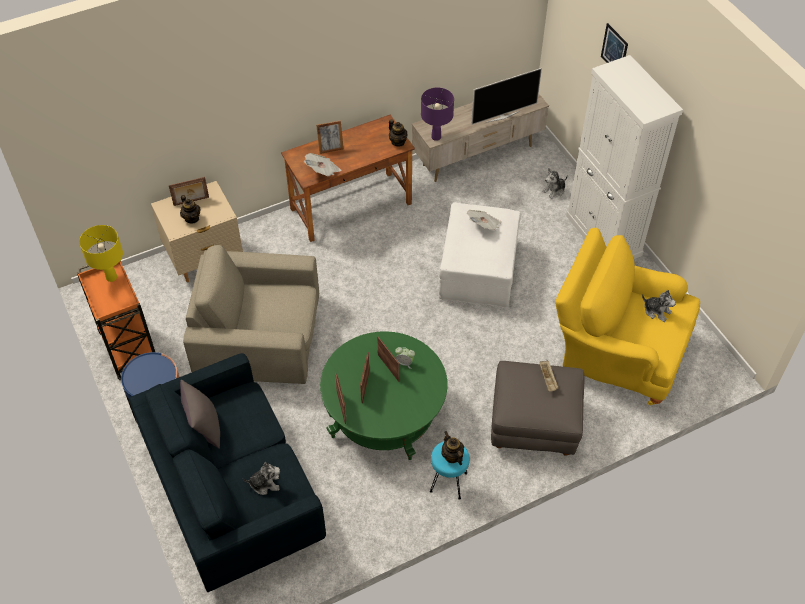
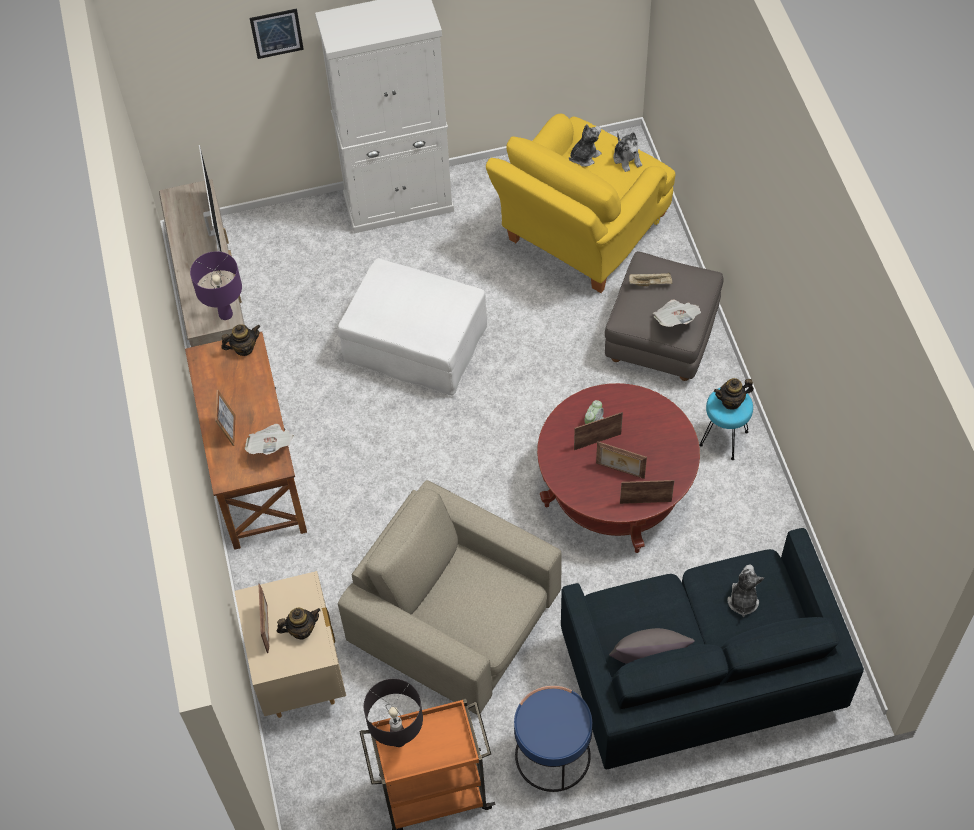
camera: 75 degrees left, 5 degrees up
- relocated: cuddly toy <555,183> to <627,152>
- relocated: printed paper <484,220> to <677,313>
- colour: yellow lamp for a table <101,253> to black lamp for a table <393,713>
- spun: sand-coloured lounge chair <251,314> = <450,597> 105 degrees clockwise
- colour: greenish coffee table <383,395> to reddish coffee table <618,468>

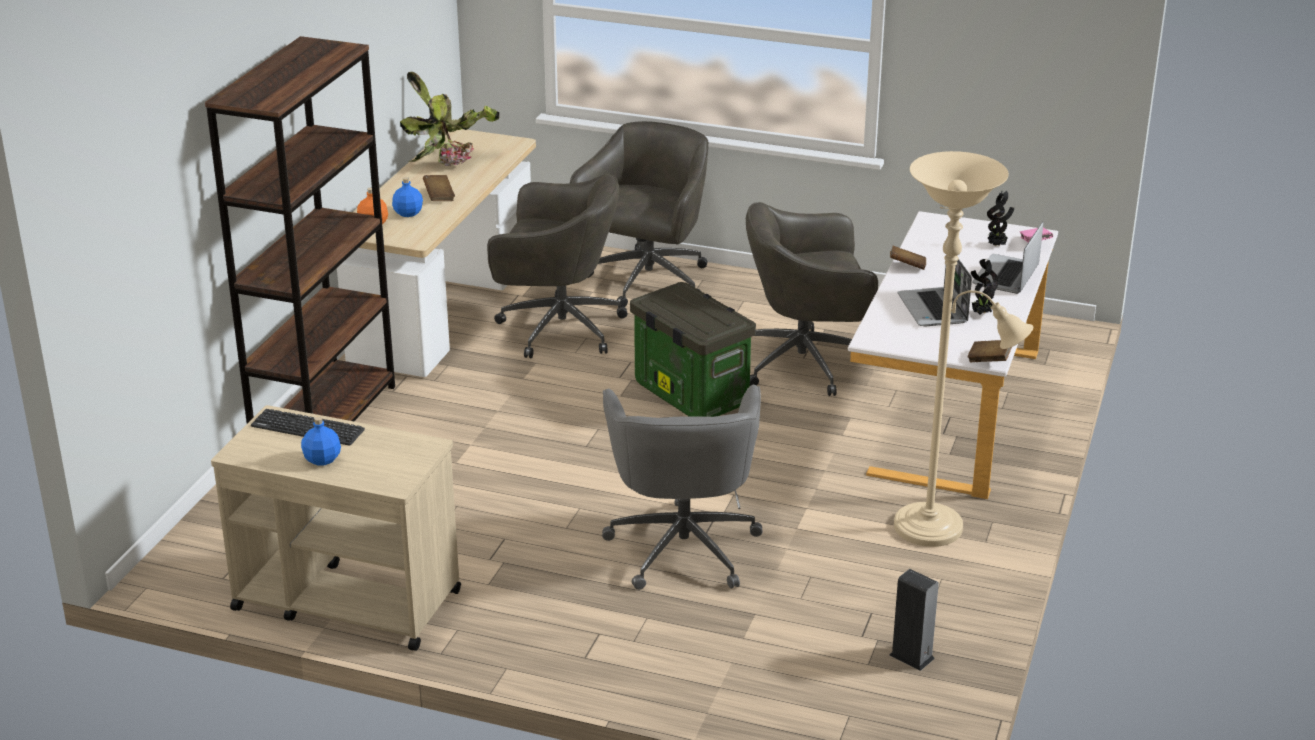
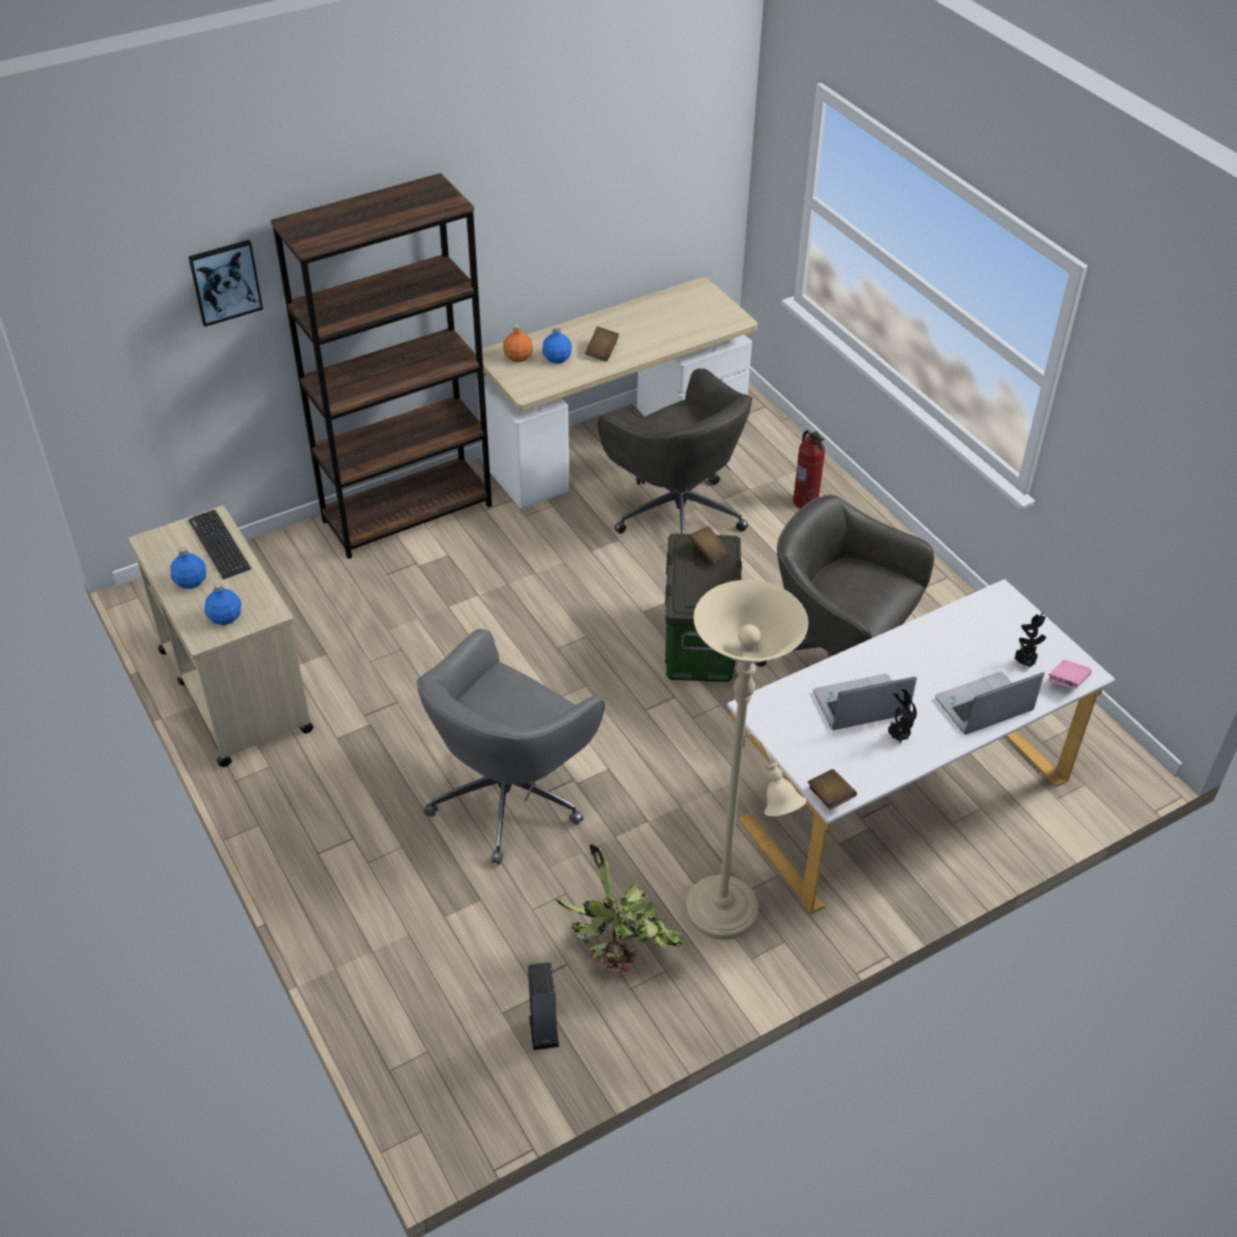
camera: 40 degrees right, 15 degrees up
- relocated: potted plant <449,119> to <619,908>
- exchanged: greyish desk chair <639,214> to fire extinguisher <809,469>
- relocated: brown volume <908,258> to <709,544>
- spun: laptop <934,293> = <865,702> 45 degrees clockwise
- appeared: picture <225,283>
- appeared: blue beverage bottle <222,604>

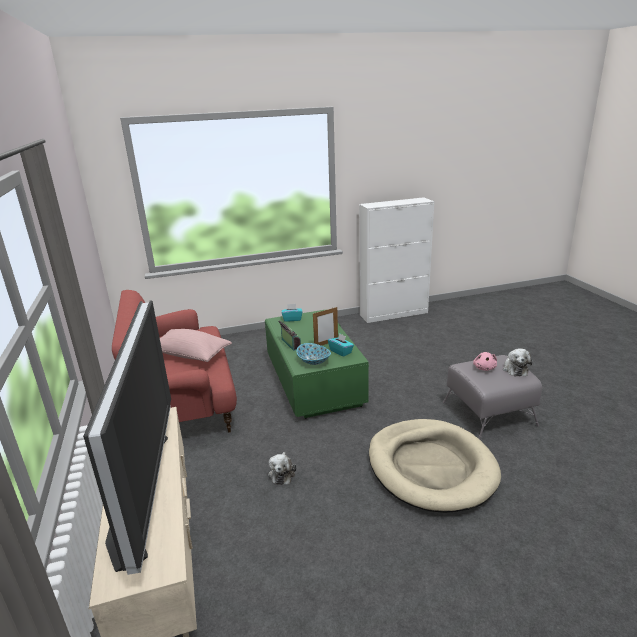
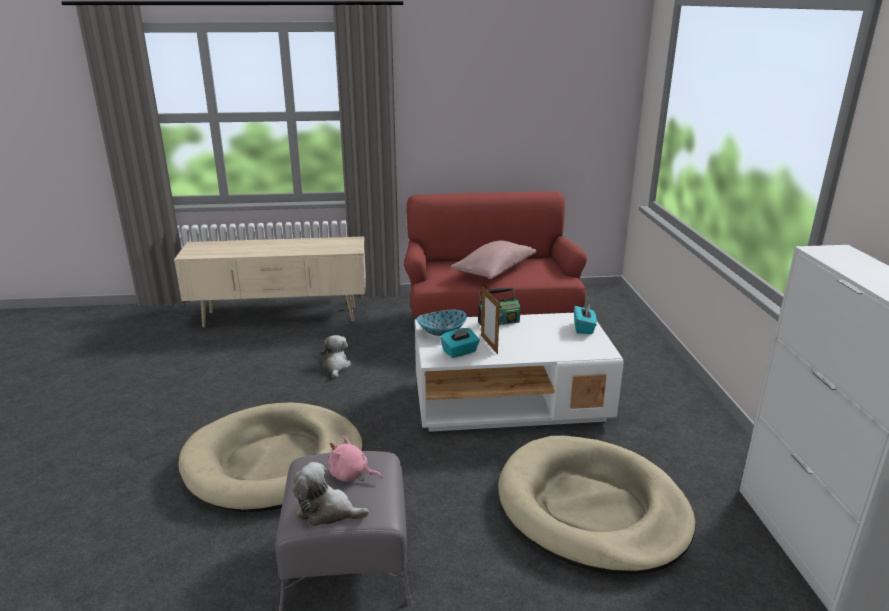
camera: 100 degrees right, 0 degrees up
- missing: TV set <127,437>
- colour: greenish coffee table <317,364> to whitish coffee table <519,373>
- spun: cuddly toy <282,468> = <335,356> 75 degrees clockwise
- appeared: sand-coloured dog bed <597,505>

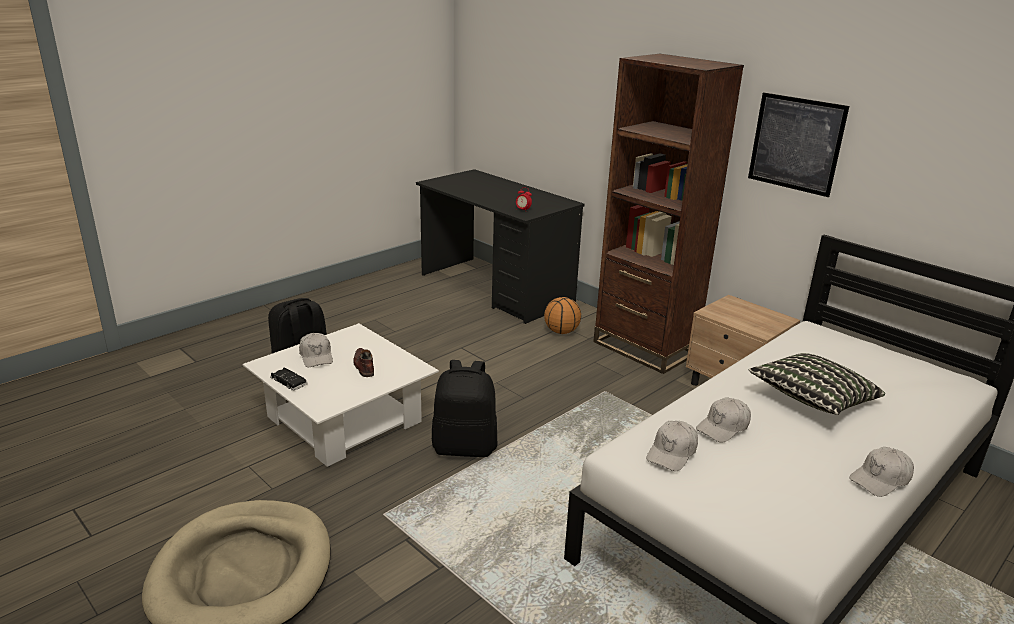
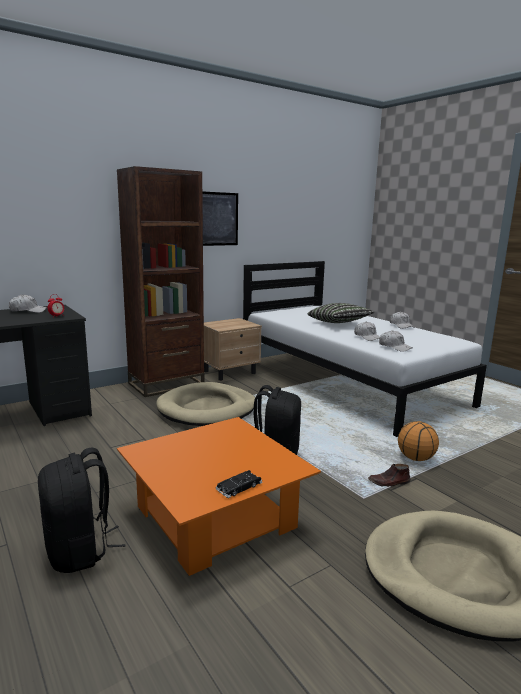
camera: 80 degrees left, 10 degrees down
- relocated: basketball ball <562,315> to <418,441>
- colour: whitish coffee table <341,395> to orangey coffee table <219,496>
- relocated: whitish baseball cap <316,350> to <28,303>
- relocated: brown item of footwear <363,362> to <389,475>
- appeared: sand-coloured dog bed <205,404>

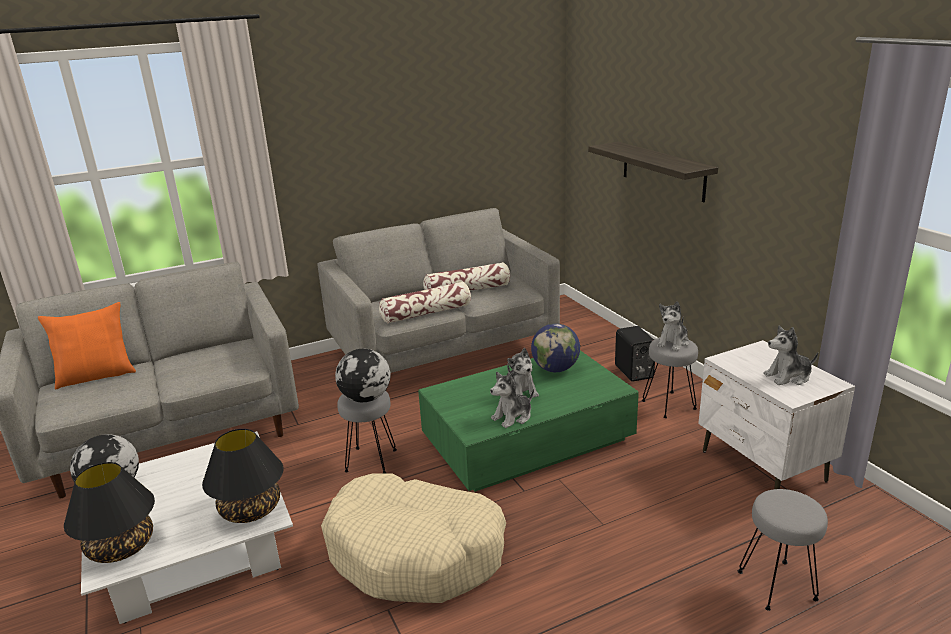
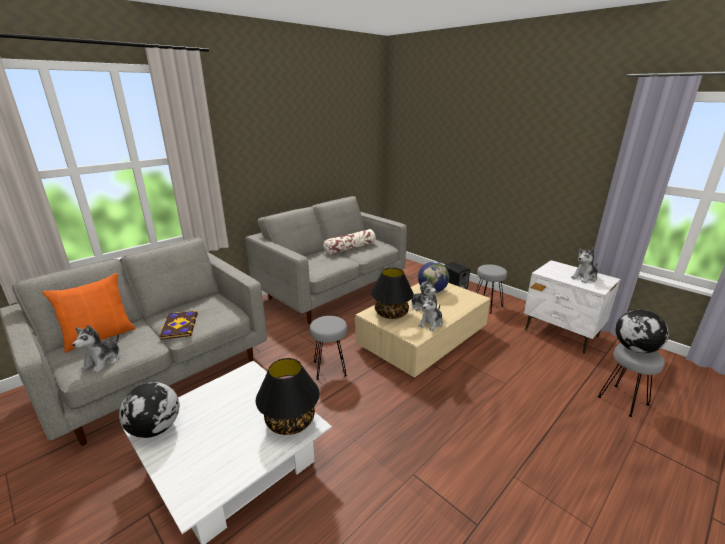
camera: 20 degrees left, 0 degrees up
- missing: shelf <653,172>
- missing: throw pillow <425,302>
- relocated: cuddly toy <673,326> to <96,349>
- relocated: desk globe <362,375> to <642,331>
- colour: greenish coffee table <528,421> to sand-coloured coffee table <422,330>
- relocated: black lamp for a table <109,512> to <392,293>
- missing: sand-coloured dog bed <413,538>
- appeared: volume <178,325>

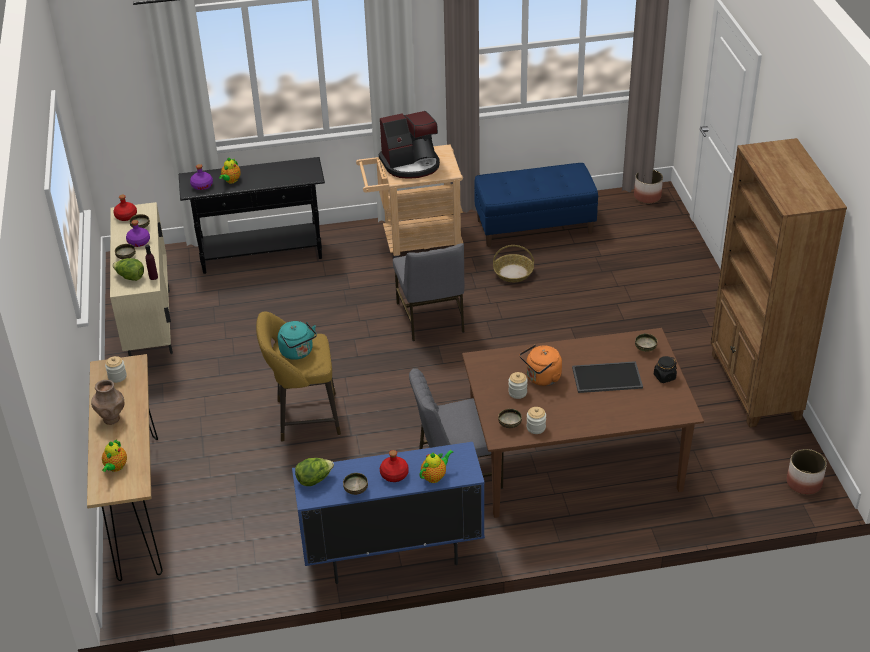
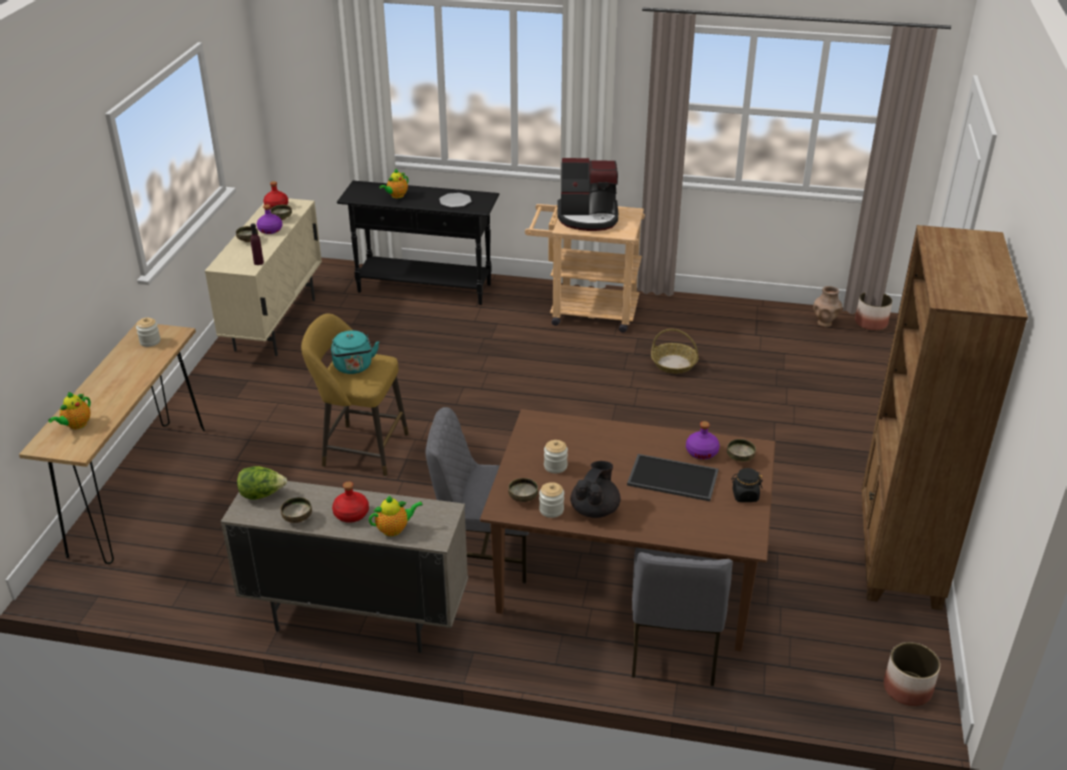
camera: 20 degrees right, 5 degrees down
- missing: blue indoor bench <536,205>
- relocated: purple beverage bottle <201,177> to <703,440>
- relocated: greyish upright chair <428,292> to <682,616>
- missing: lettuce <128,269>
- missing: orangey water kettle <541,365>
- relocated: brown vase <107,402> to <827,306>
- colour: blue cabinet <388,513> to sand-coloured cabinet <344,567>
- appeared: dinner plate <455,200>
- appeared: black pot for tea <595,489>

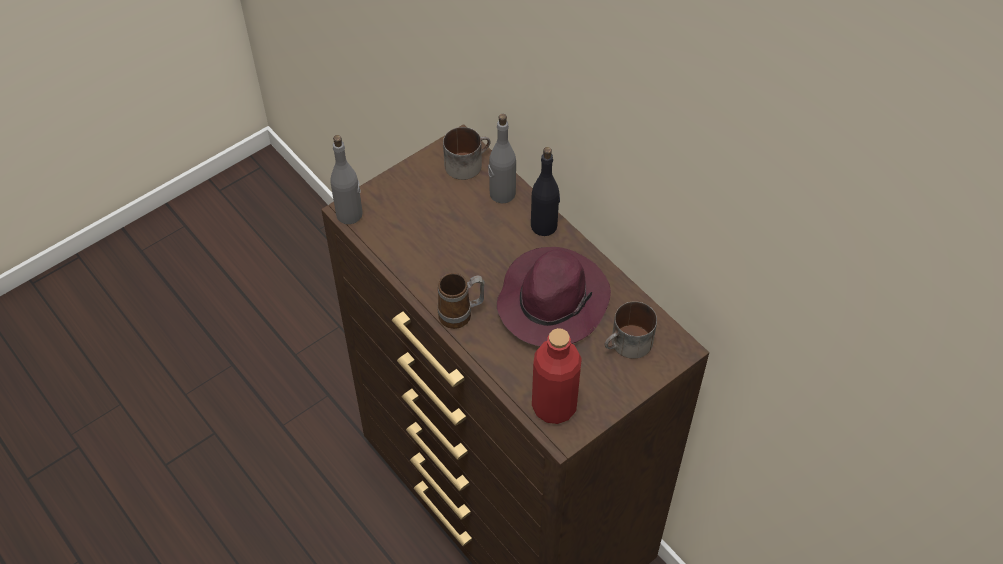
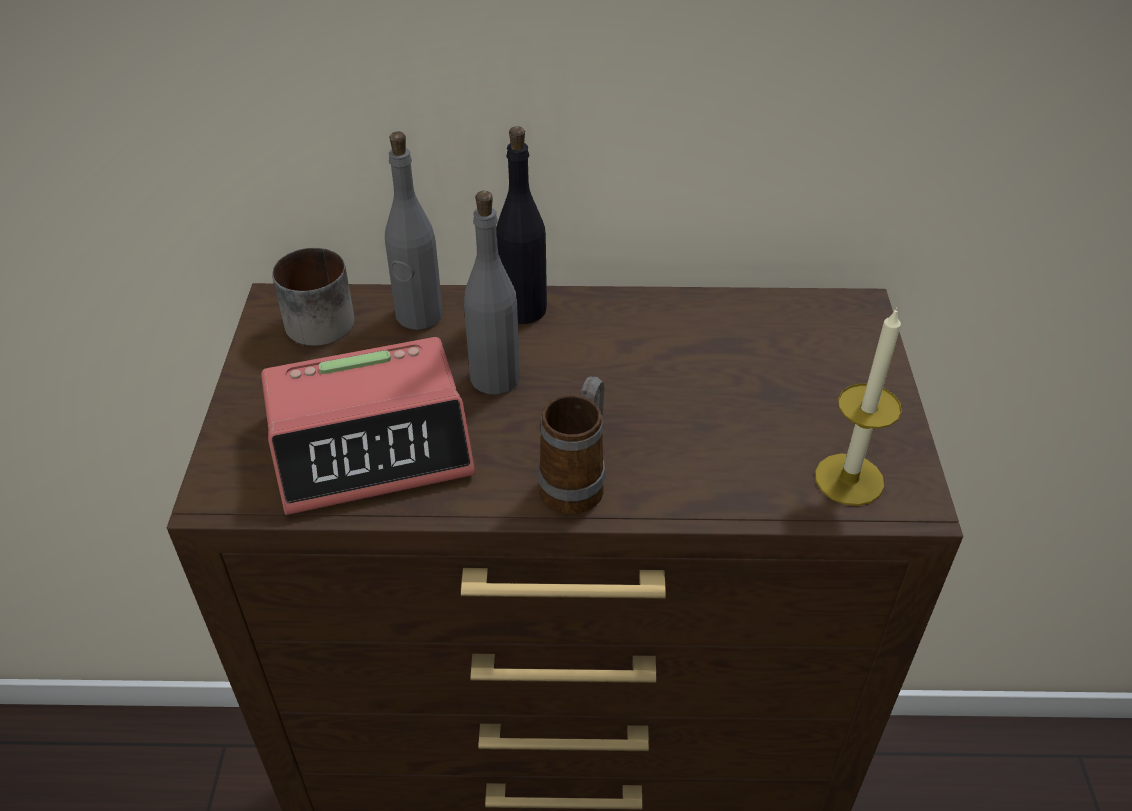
camera: 50 degrees left, 10 degrees down
- relocated: greyish beverage bottle <346,179> to <492,293>
- missing: purple wearable hat <554,296>
- missing: mug <630,330>
- exchanged: reddish beverage bottle <557,376> to wax candle <858,406>
- appeared: bedside clock <368,426>

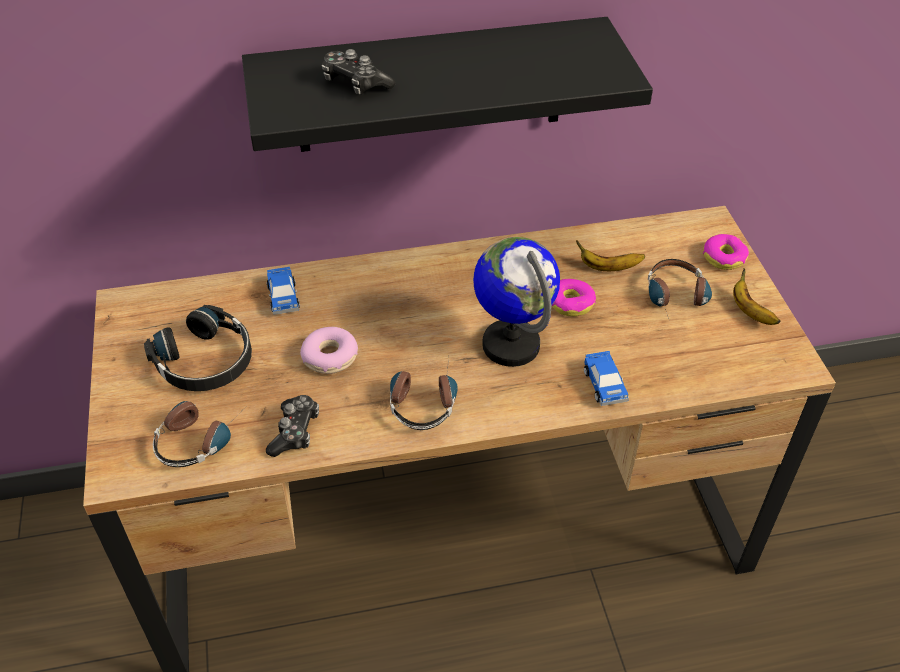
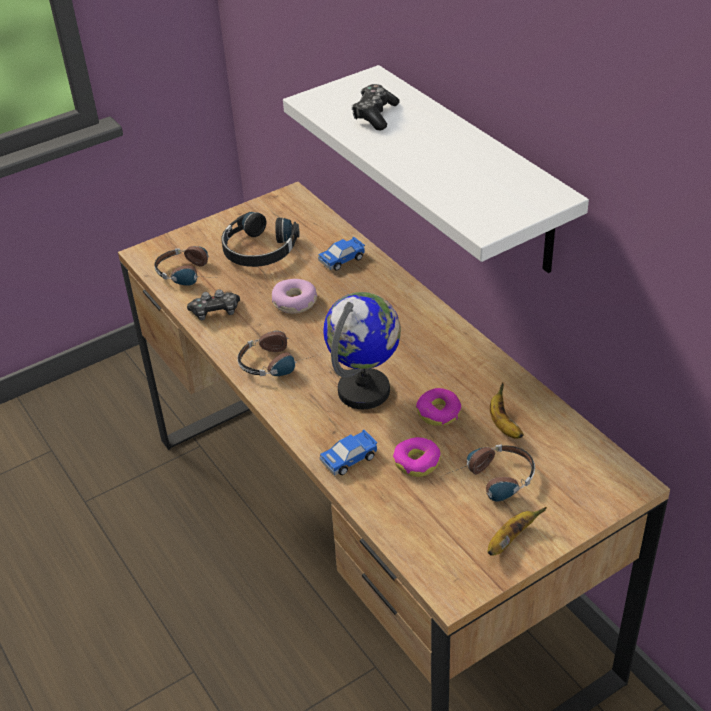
camera: 70 degrees right, 5 degrees down
- colour: black shelf <447,84> to whitish shelf <436,169>
- relocated: donut <726,252> to <417,457>

